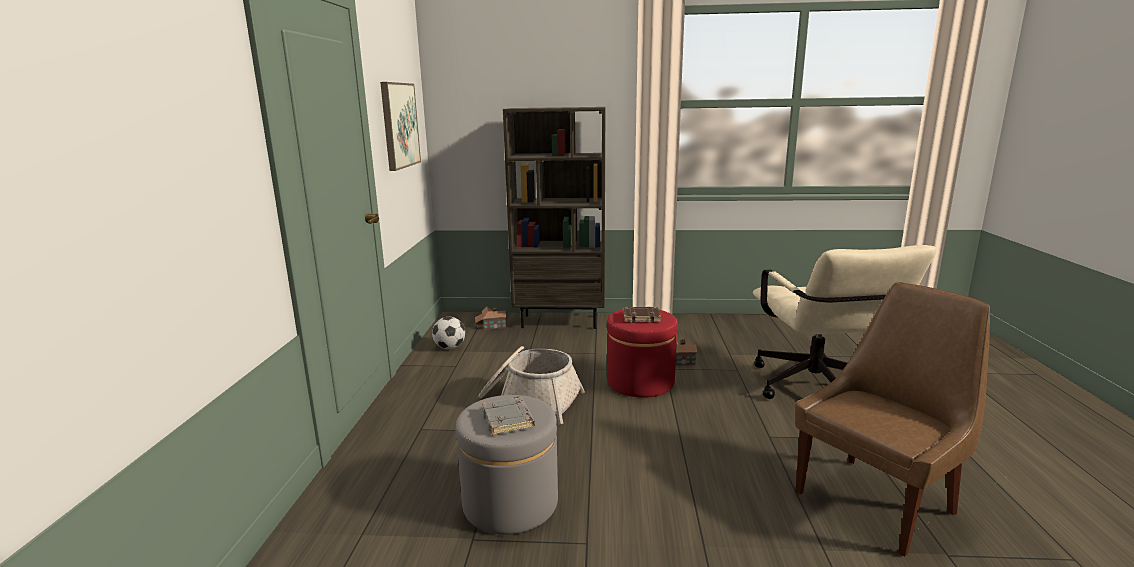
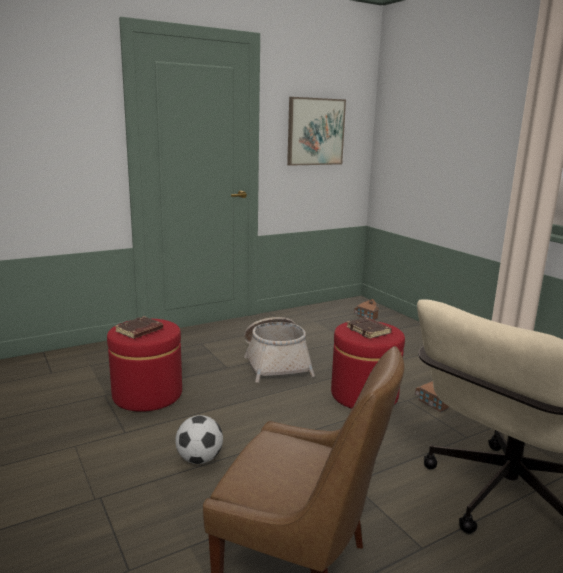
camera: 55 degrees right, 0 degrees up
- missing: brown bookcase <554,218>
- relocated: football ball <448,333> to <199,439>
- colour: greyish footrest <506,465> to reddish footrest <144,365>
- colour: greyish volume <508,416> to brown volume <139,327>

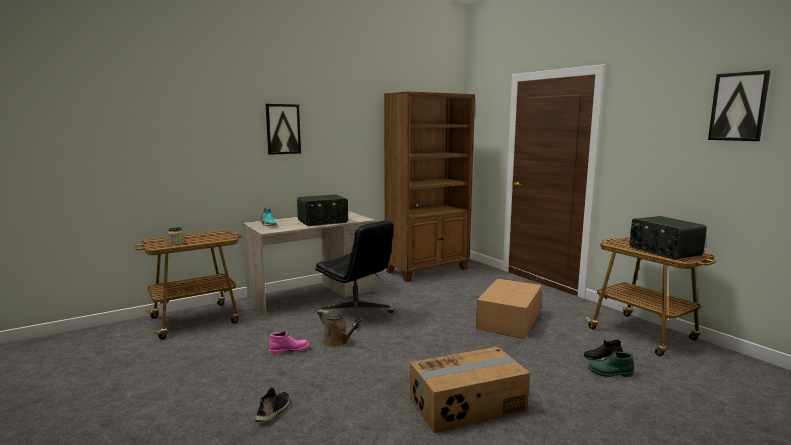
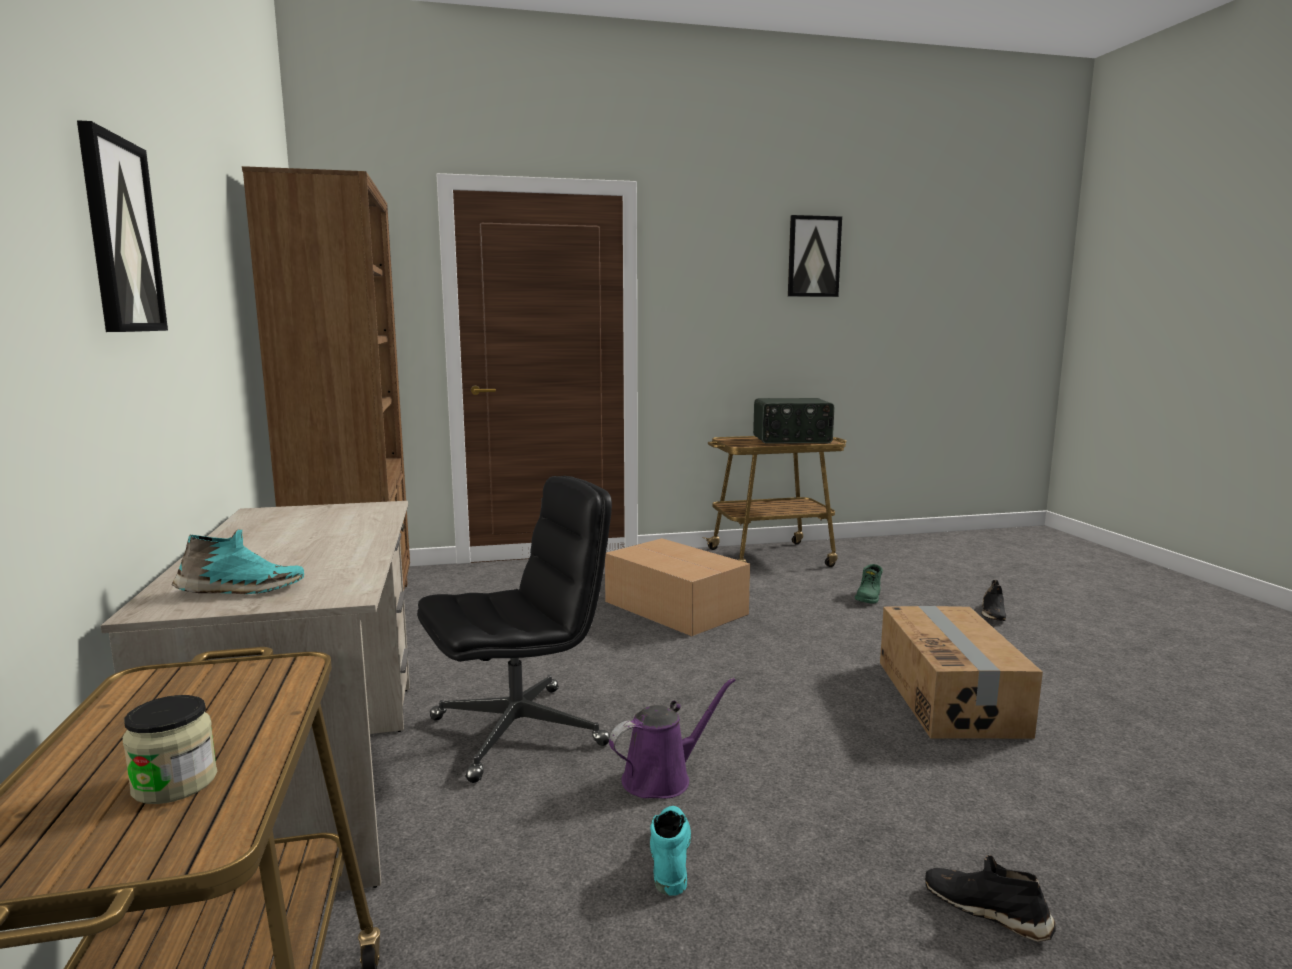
camera: 70 degrees left, 0 degrees up
- missing: radio set <322,210>
- colour: brown sprinkling can <341,329> to purple sprinkling can <672,738>
- colour: pinkish high-top boot <289,343> to turquoise high-top boot <670,851>
- relocated: black item of footwear <603,350> to <993,600>

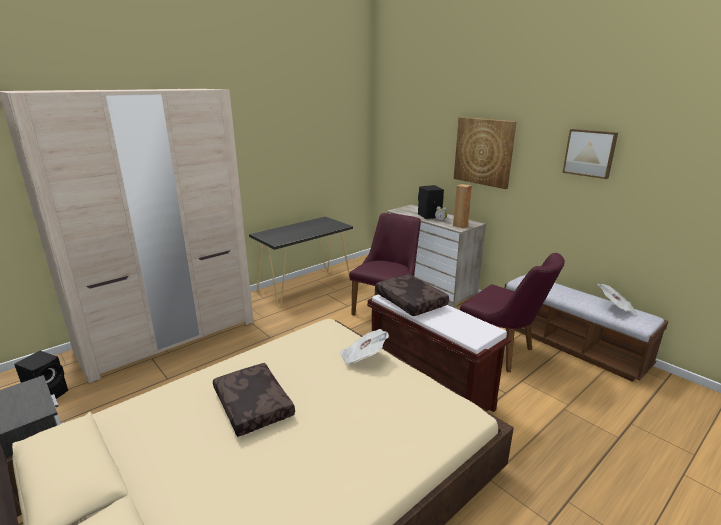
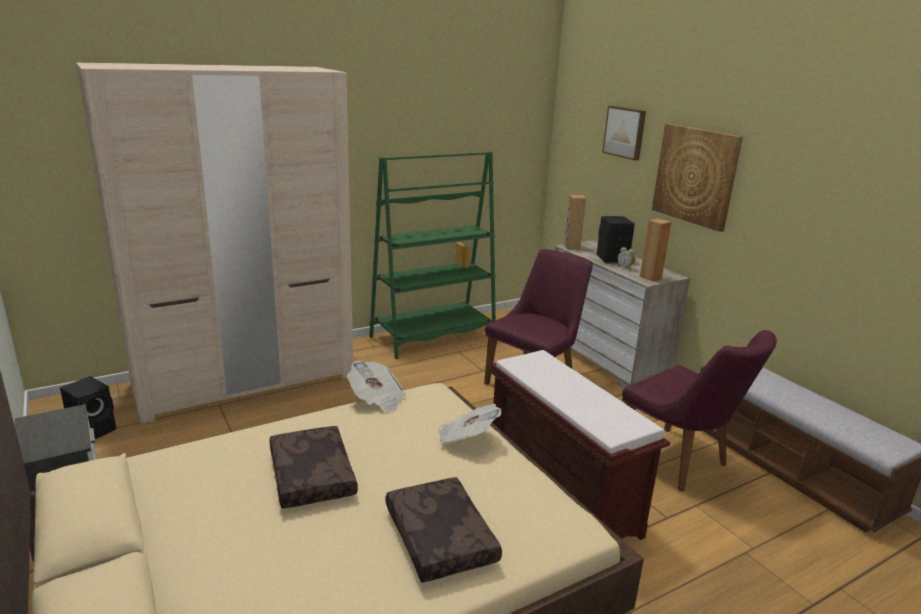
camera: 10 degrees right, 0 degrees up
- relocated: picture <590,154> to <624,133>
- exchanged: black narrow table <301,261> to greenish bookcase <433,255>
- relocated: brown throw pillow <412,295> to <444,529>
- relocated: printed paper <619,300> to <376,386>
- appeared: brown audio speaker <575,222>

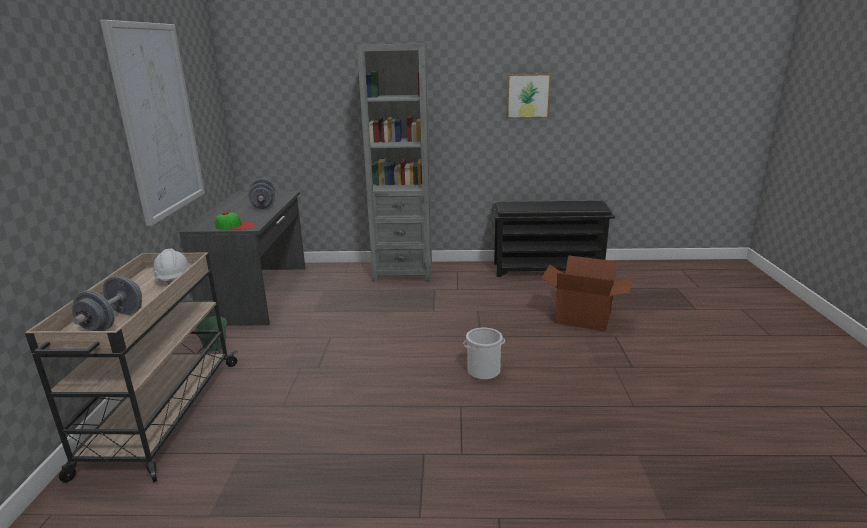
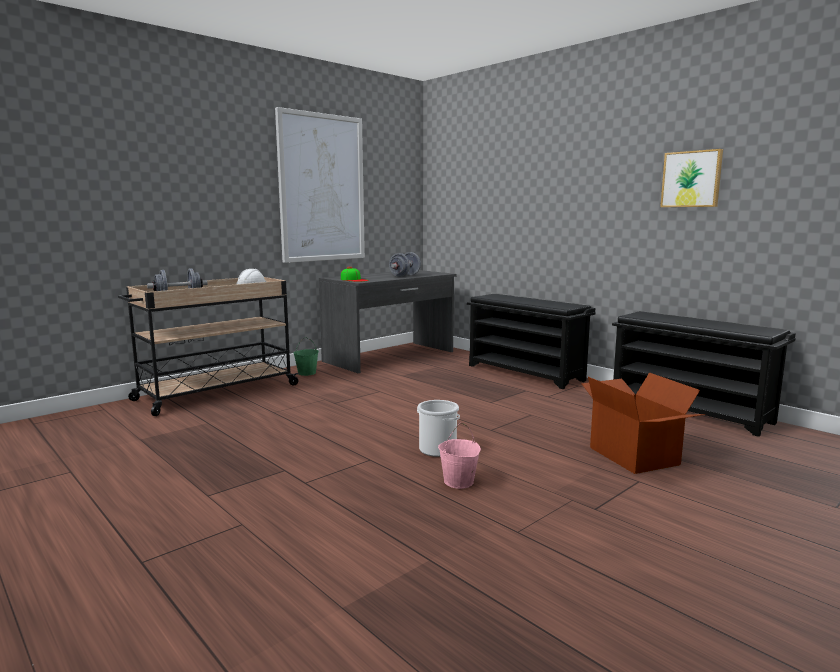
camera: 45 degrees right, 10 degrees down
- exchanged: greyish bookcase <394,162> to black shoe stand <531,341>
- appeared: pinkish water bucket <459,456>

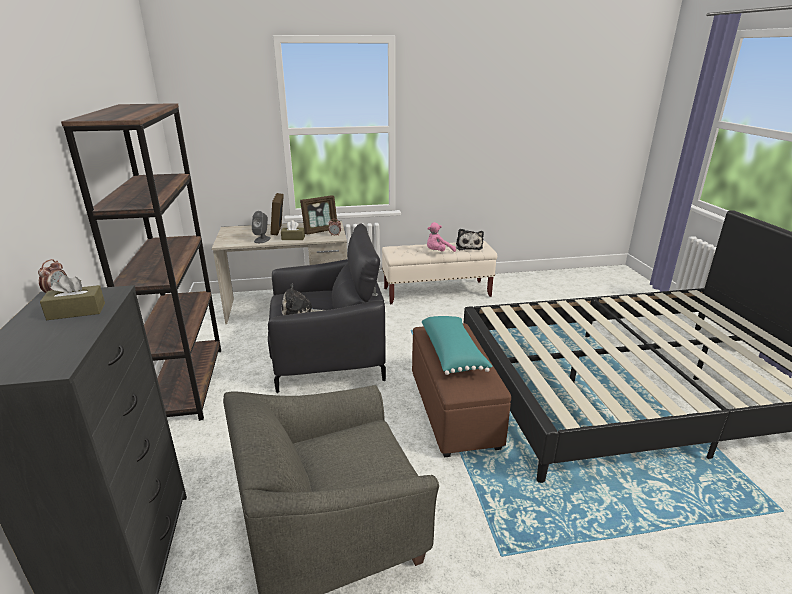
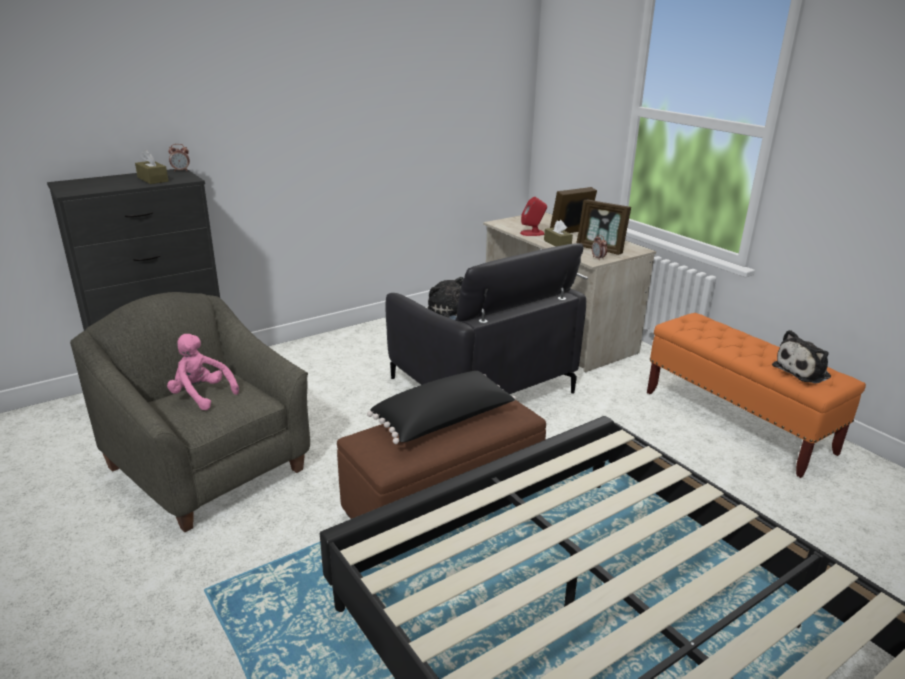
camera: 65 degrees right, 0 degrees up
- missing: brown bookcase <141,262>
- colour: greyish audio speaker <261,227> to reddish audio speaker <533,216>
- relocated: pinkish cuddly toy <441,237> to <203,372>
- colour: sand-coloured indoor bench <439,272> to orangey indoor bench <756,395>
- colour: turquoise throw pillow <457,345> to black throw pillow <441,407>

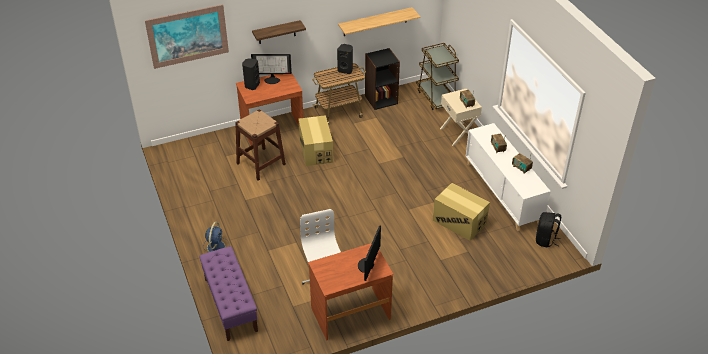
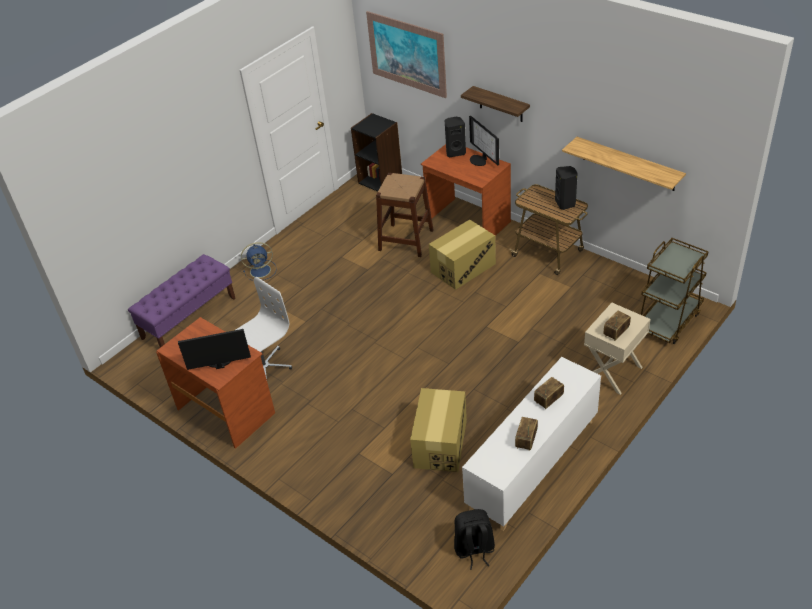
camera: 65 degrees right, 0 degrees up
- relocated: black bookcase <382,79> to <376,152>

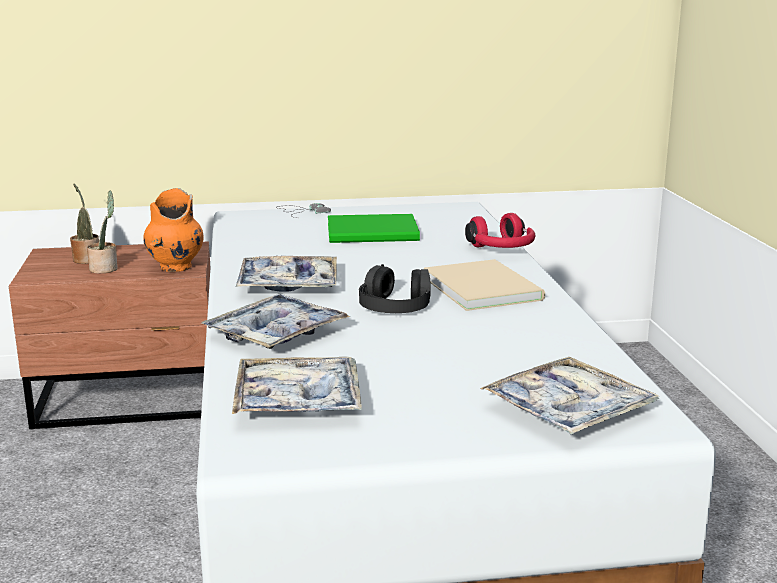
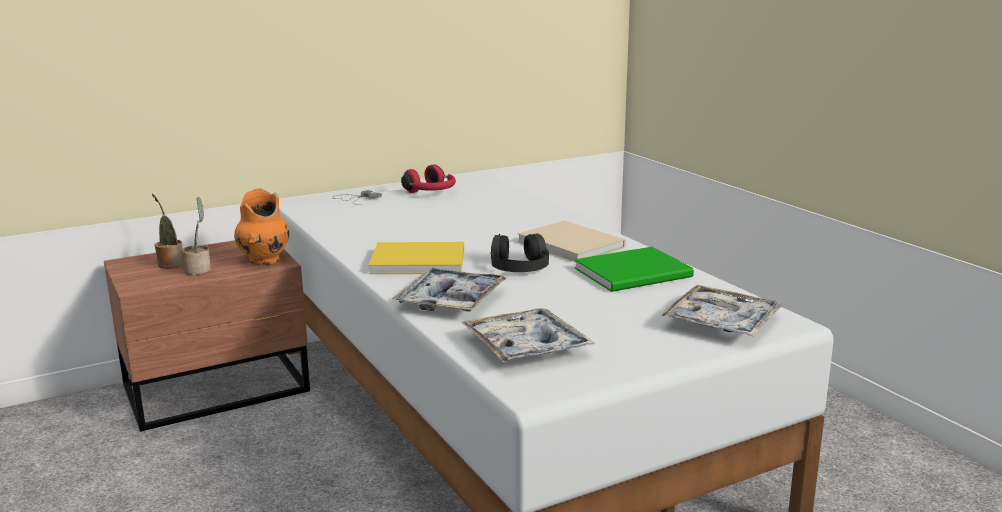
camera: 20 degrees left, 0 degrees up
- relocated: reddish headset <500,230> to <428,178>
- relocated: greenish volume <374,228> to <634,269>
- exchanged: serving tray <286,274> to yellow volume <416,258>

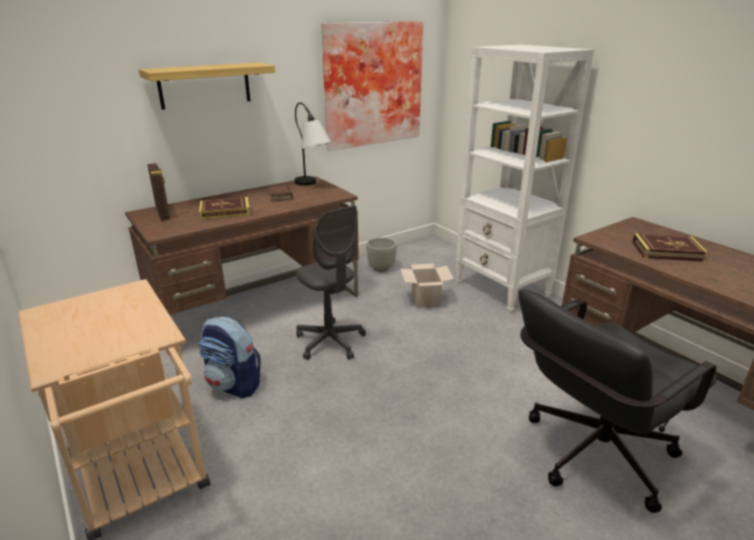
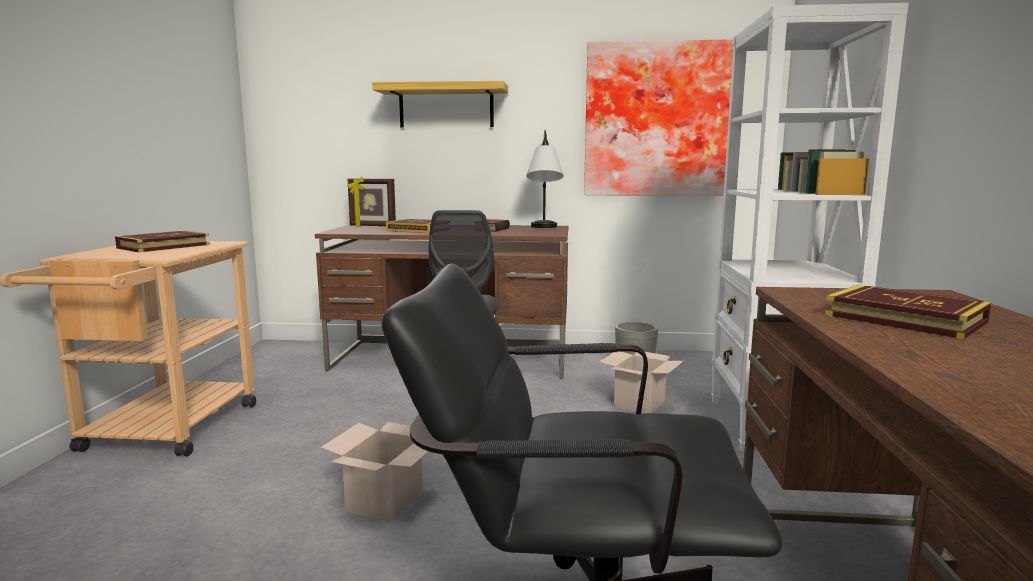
camera: 40 degrees right, 15 degrees down
- spun: picture frame <158,192> = <371,201> 90 degrees clockwise
- missing: rucksack <230,358>
- appeared: volume <162,241>
- appeared: packing box <375,472>

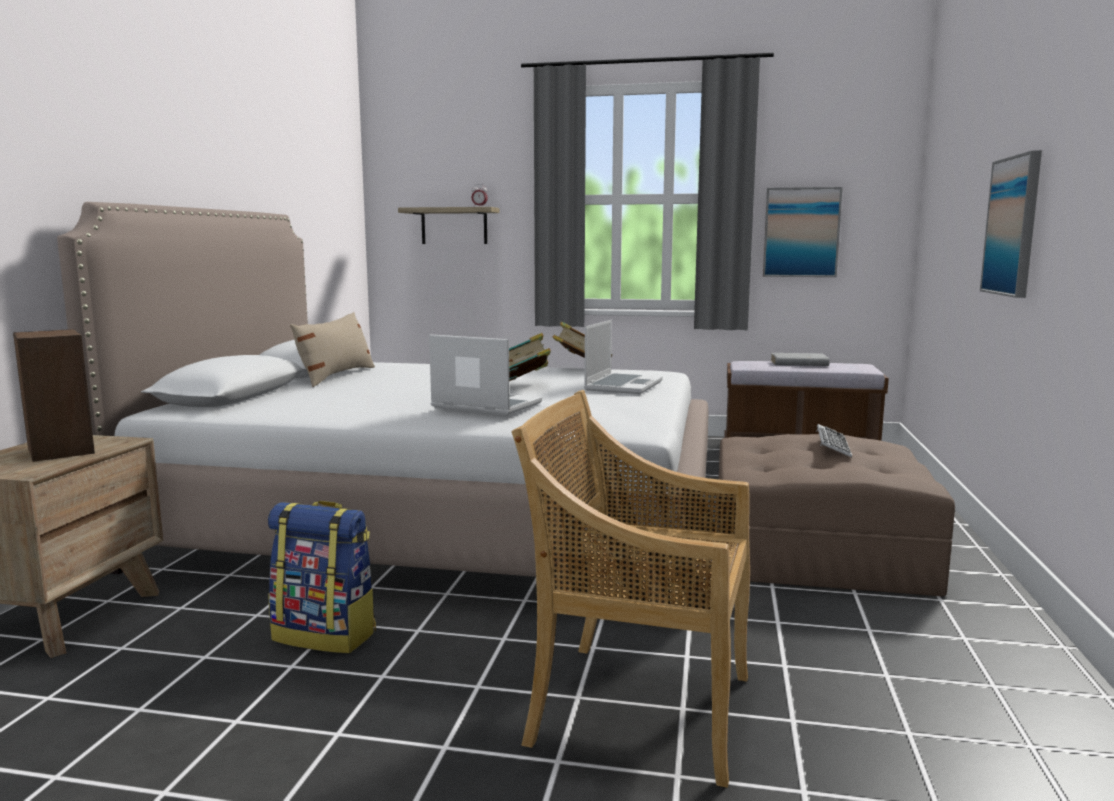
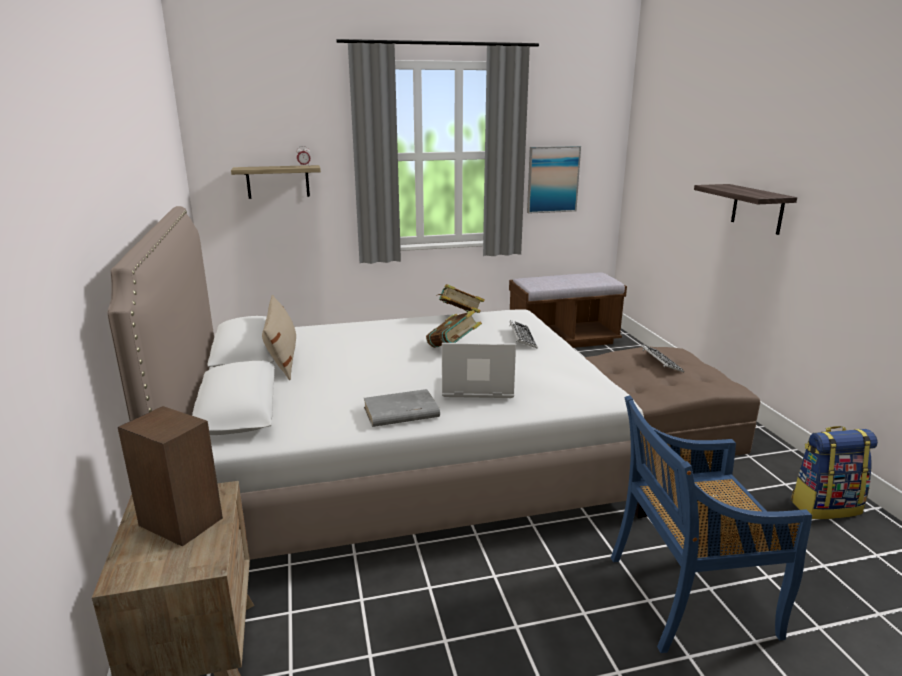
camera: 25 degrees left, 10 degrees up
- exchanged: picture <1011,224> to shelf <745,209>
- exchanged: laptop <623,357> to keyboard <523,334>
- relocated: greyish volume <800,359> to <402,408>
- colour: sand-coloured upright chair <631,589> to blue upright chair <711,524>
- relocated: rucksack <322,577> to <834,472>

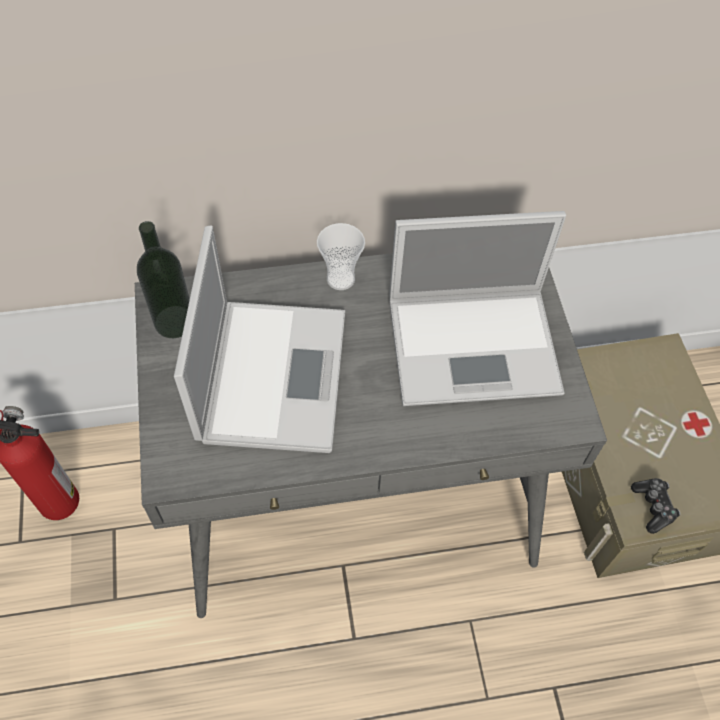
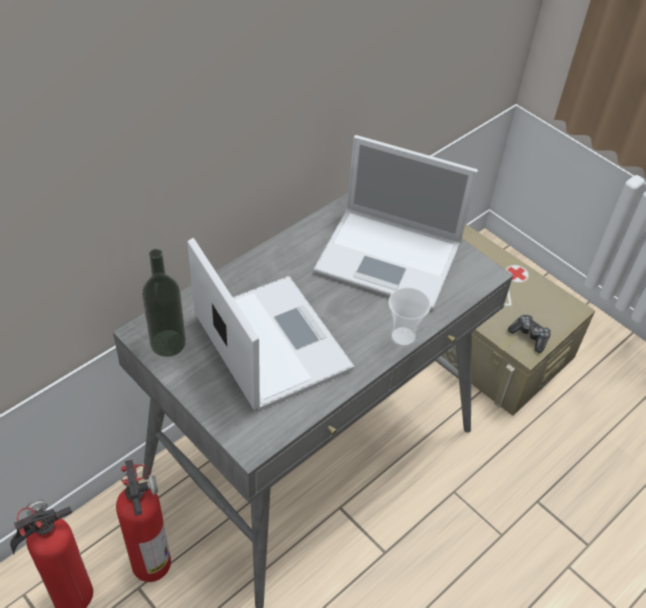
camera: 35 degrees left, 10 degrees down
- spun: laptop <477,308> = <395,222> 60 degrees clockwise
- relocated: drinking cup <341,256> to <409,317>
- appeared: fire extinguisher <143,520>

